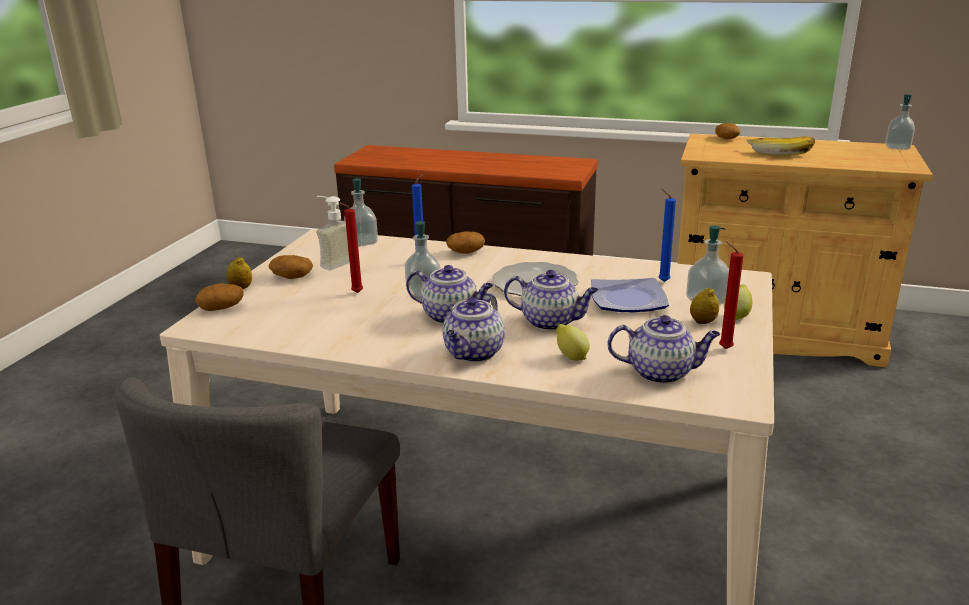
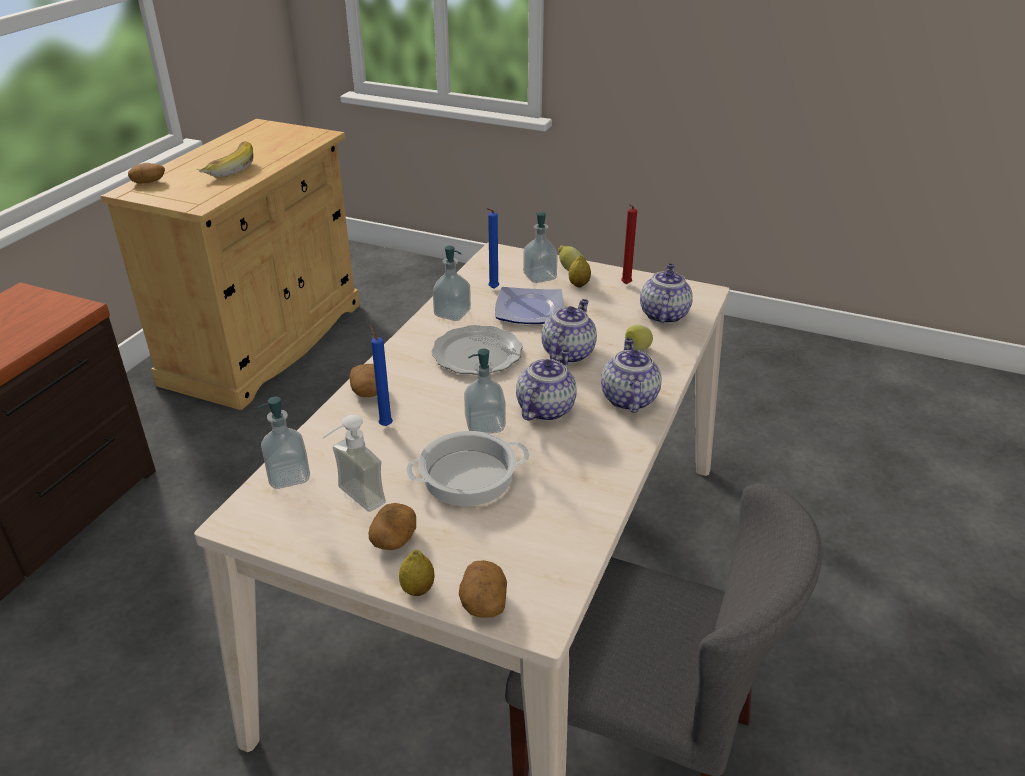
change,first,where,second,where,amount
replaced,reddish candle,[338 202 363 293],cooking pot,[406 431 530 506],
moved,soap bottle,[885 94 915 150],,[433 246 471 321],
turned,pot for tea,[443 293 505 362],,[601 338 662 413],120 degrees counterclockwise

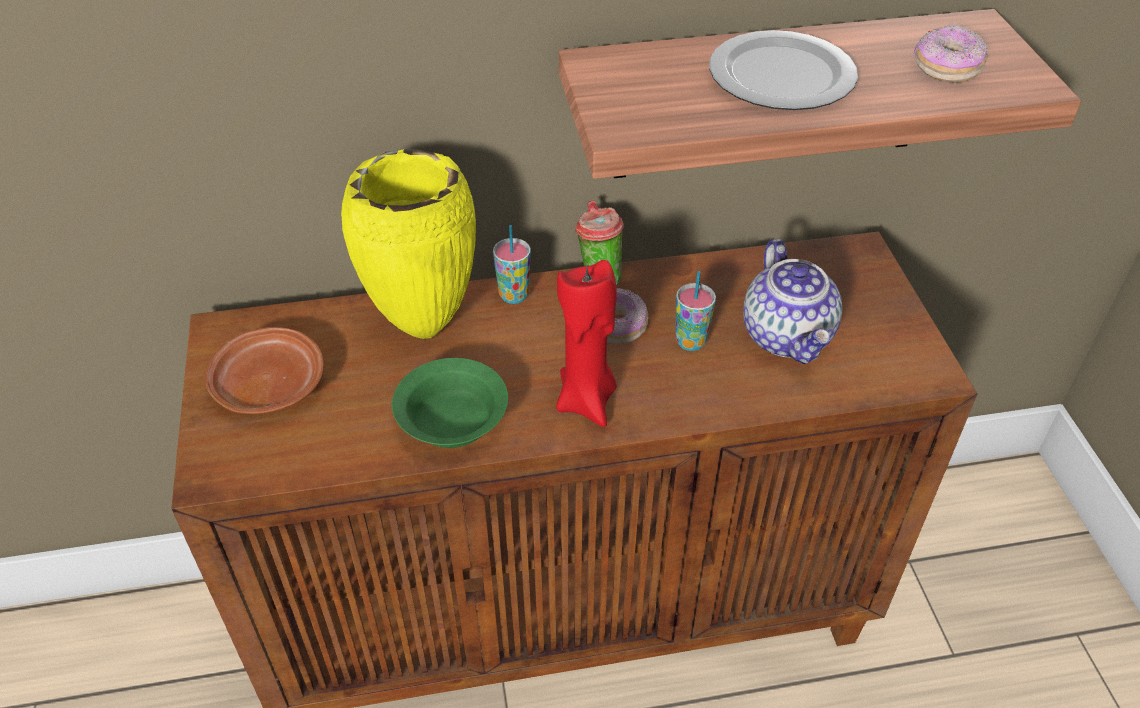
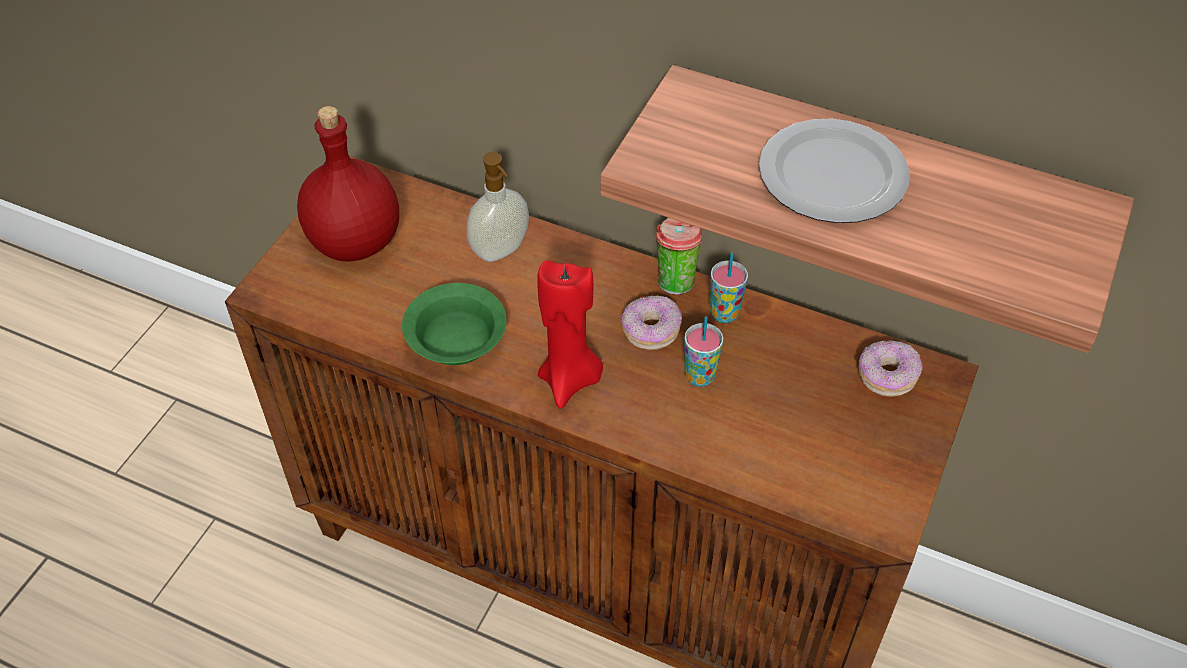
change,first,where,second,where,amount
replaced,brownish plate,[205 327 324 414],reddish bottle,[297 106 399 261],
replaced,yellow-coloured decorative vase,[341 149 476 339],soap bottle,[467 152 529 262],
moved,small cup,[493 225 531 304],,[710 252 748 323],
moved,donut,[913 25 988 83],,[859 340 923 397],
removed,pot for tea,[743 239 842 364],,,

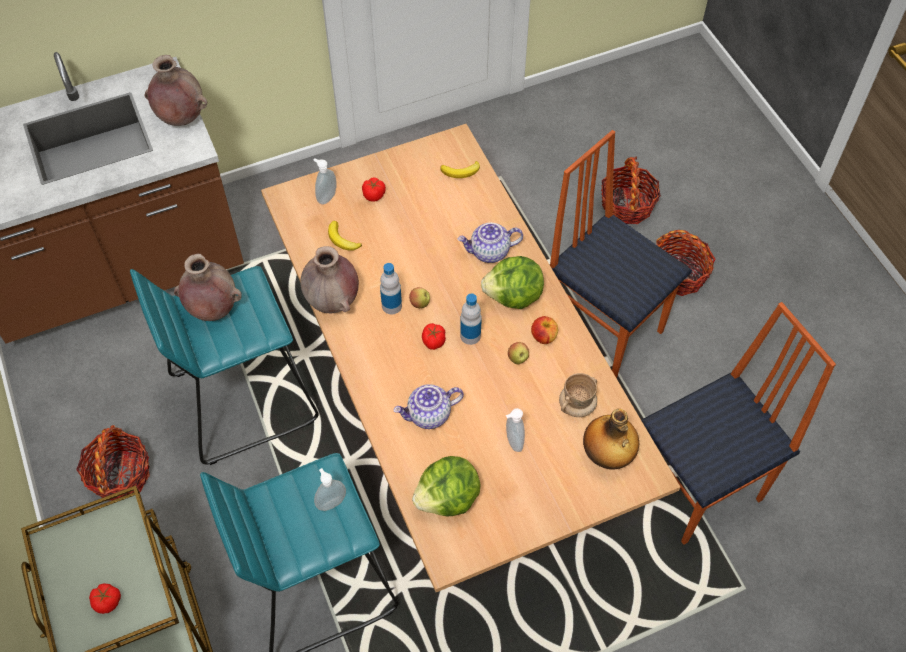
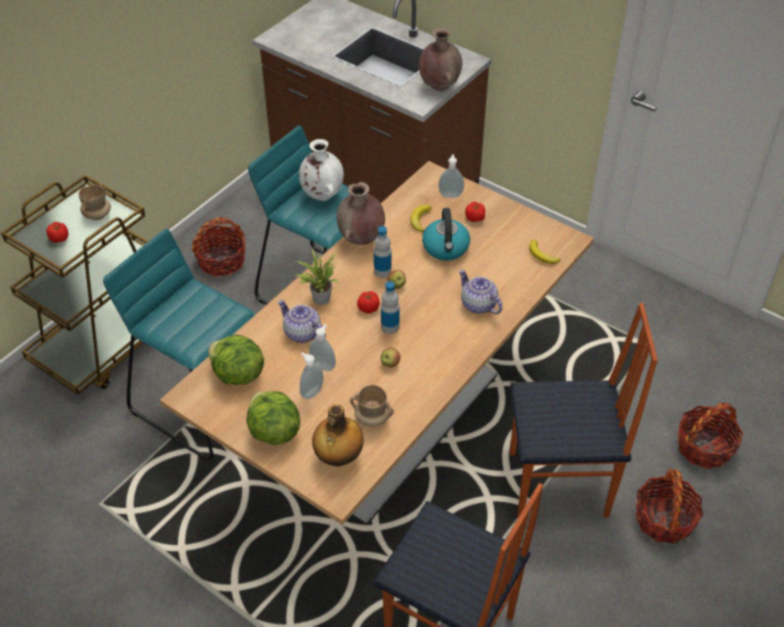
change,first,where,second,where,amount
added,,,beige coffee mug,[79 184 111 220],
moved,head of lettuce,[481 256 544 309],,[246 391 300 445],
added,,,potted plant,[295 250 339 305],
recoloured,brownish decorative vase,[174 254 242 321],white decorative vase,[299 139 344 201],
moved,soap bottle,[314 468 346 511],,[309 325 336 371],
added,,,tea kettle,[422 208 470 261],
turned,plain chair,[550 130 692 378],,[510 303 658 518],75 degrees clockwise
removed,apple fruit,[531 316 558 344],,,

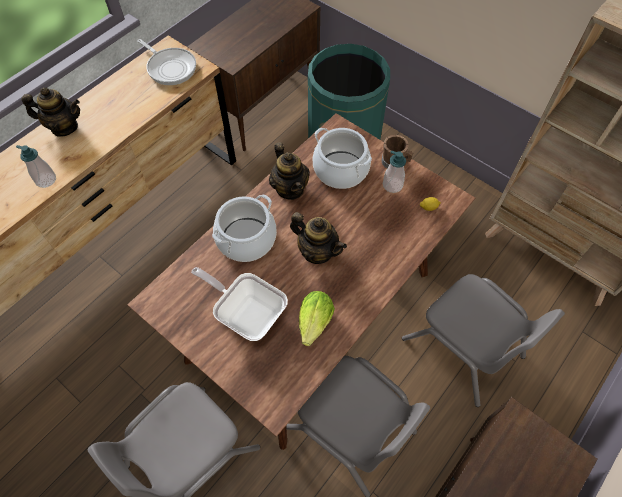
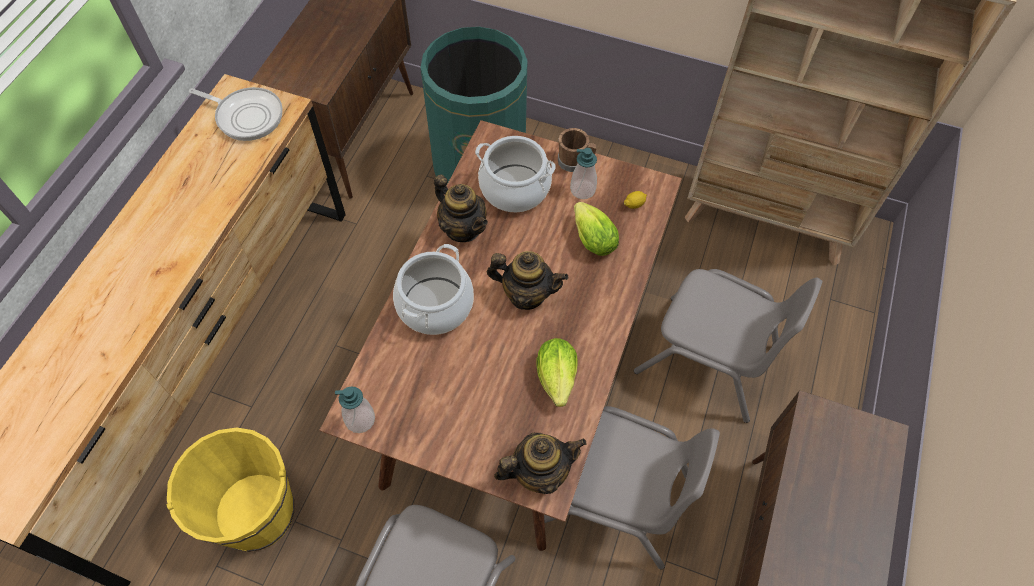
change,first,where,second,where,amount
added,,,yellow-coloured bucket,[167 428 294 552],
moved,soap bottle,[16 145 56 188],,[335 386 375 433],
moved,pot for tea,[22 87 80 137],,[494 433 586 494],
added,,,head of lettuce,[574 202 619 256],
removed,skillet,[191 267 288 341],,,

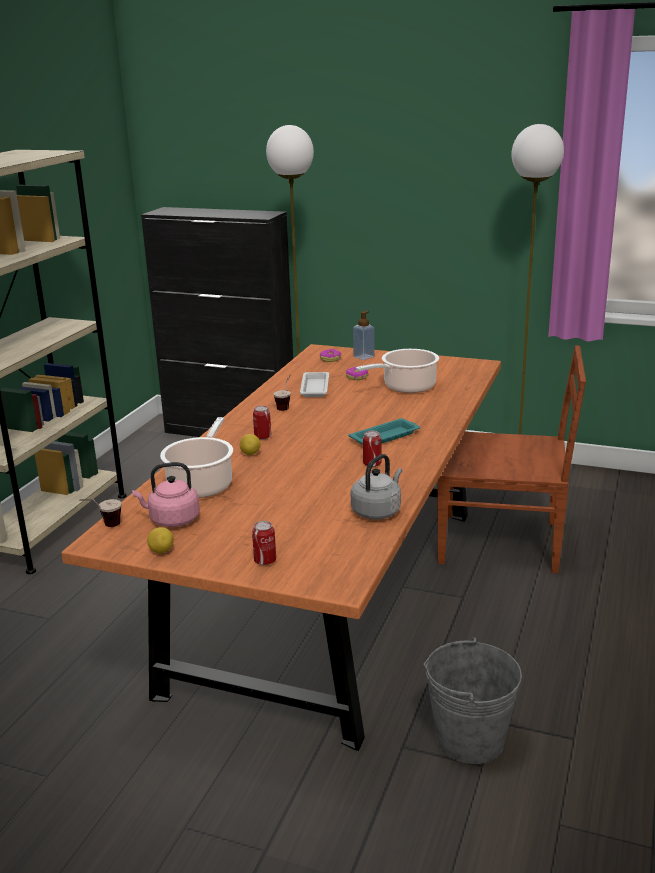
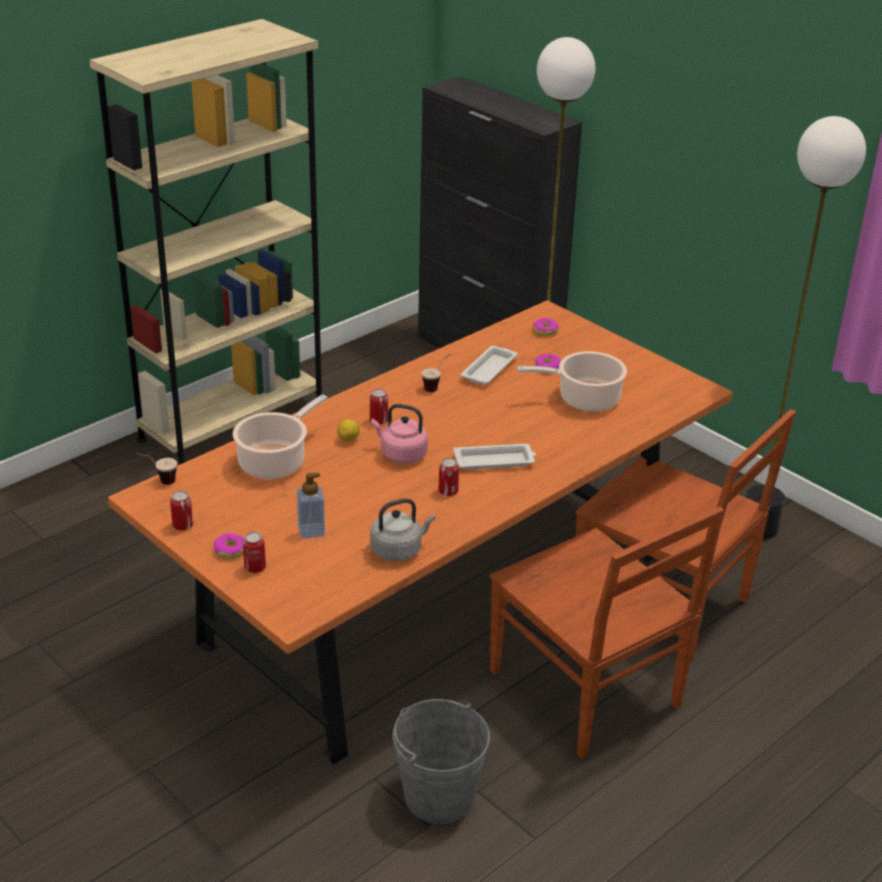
change,first,where,second,where,amount
replaced,whole lemon,[147 527 174 553],metal can,[170 491 193 531],
added,,,donut,[214 533 244 559],
moved,soap bottle,[353 311 375 360],,[297 473 325 539],
moved,pink tea kettle,[132 462 200 527],,[371 404 428 464],
recoloured,turquoise-coloured carrying tray,[348 418 420 445],white carrying tray,[453 444 536 470],
added,,,brownish plain chair,[490 507 724 759],

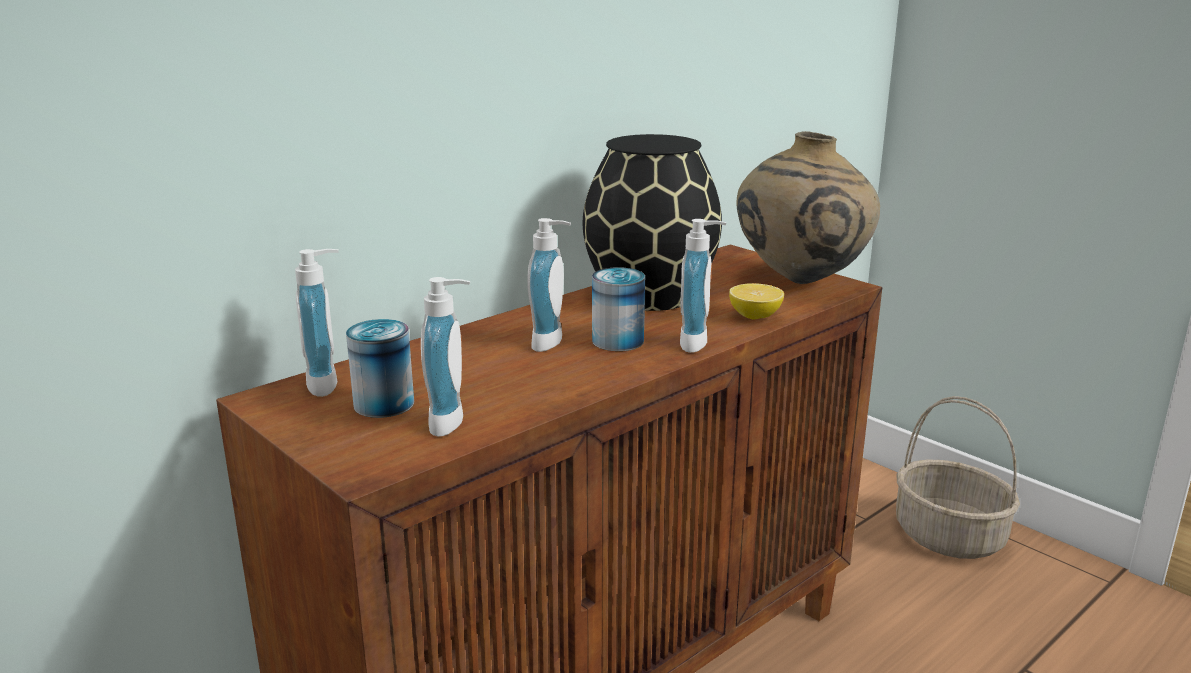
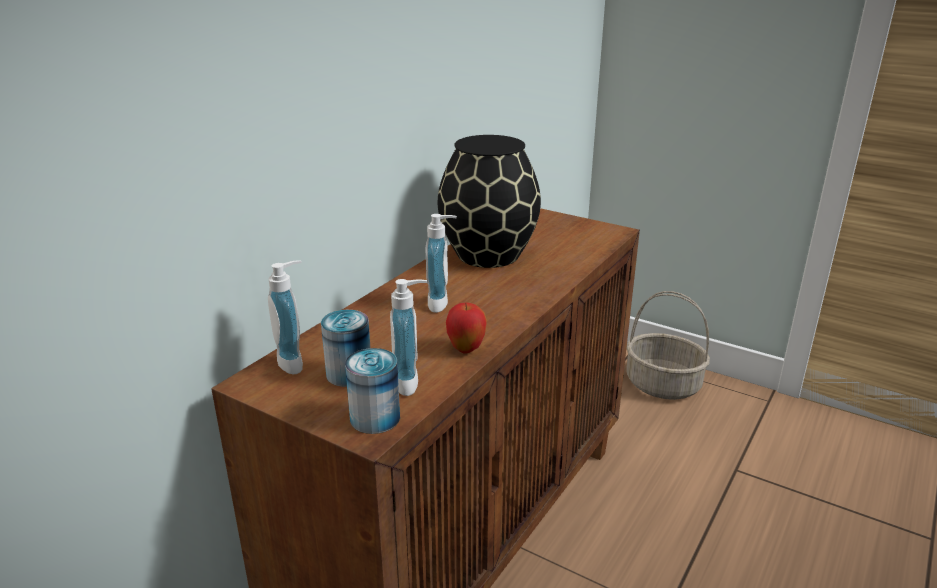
change,first,where,second,where,amount
moved,metal can,[592 267 645 351],,[345 348 400 434],
added,,,apple fruit,[446 303 487 353],
removed,soap bottle,[680 219 726 353],,,
removed,whole lemon,[729 283 784 319],,,
removed,beige decorative vase,[736 131 880 284],,,

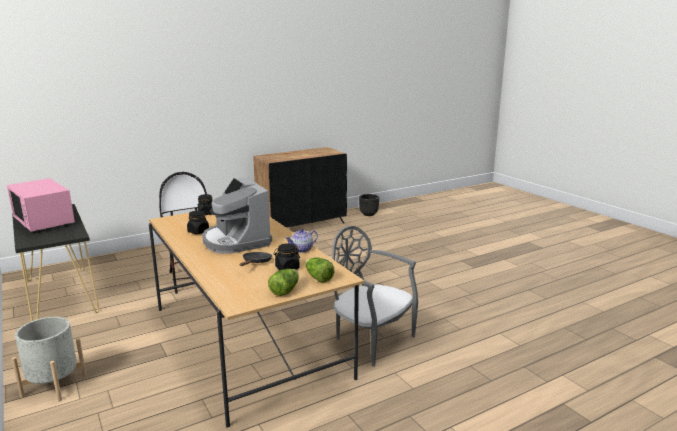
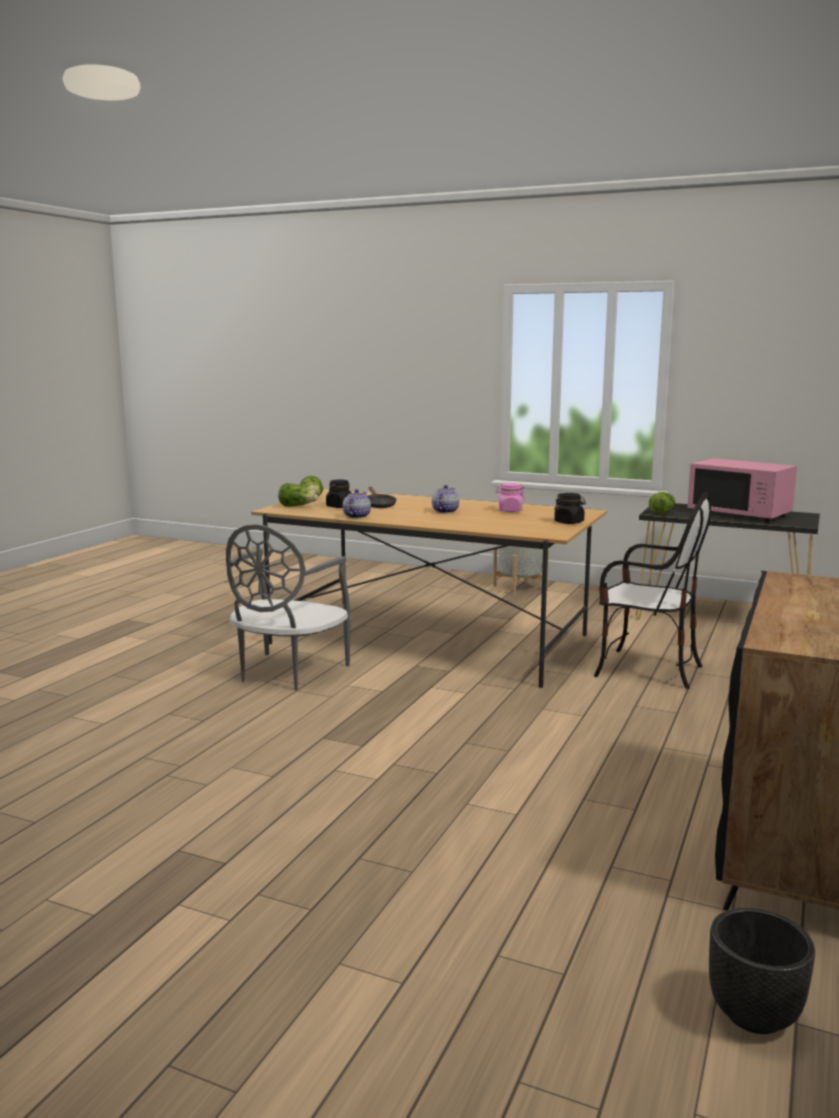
change,first,where,second,where,amount
turned,gray plain chair,[332 226 418 367],,[226 525 351 690],105 degrees clockwise
replaced,coffee brewer,[202 178 272 254],pot for tea,[432 485 459 513],
recoloured,black-coloured jar,[187 211 209 234],pink jar,[495 483 525 512],
added,,,head of lettuce,[649 492 675 515],
turned,pink microwave oven,[7 178 75 233],,[687 458 797 522],150 degrees counterclockwise

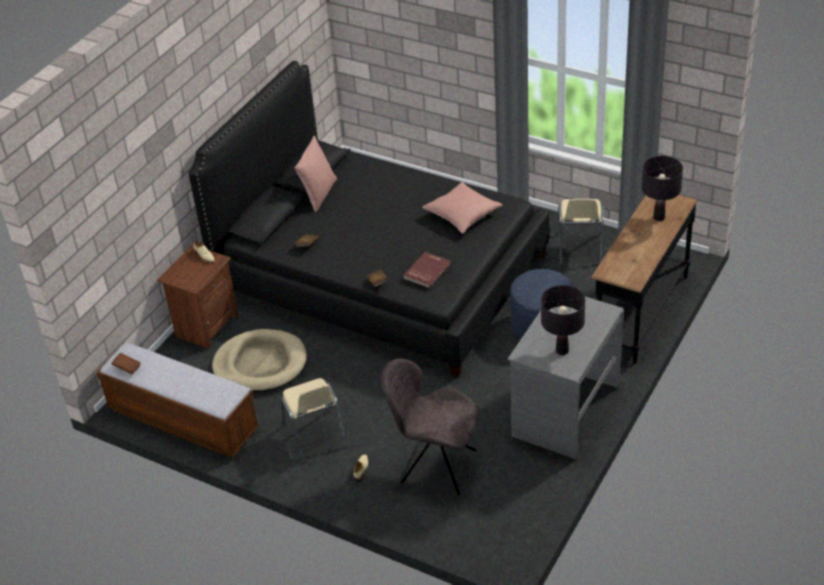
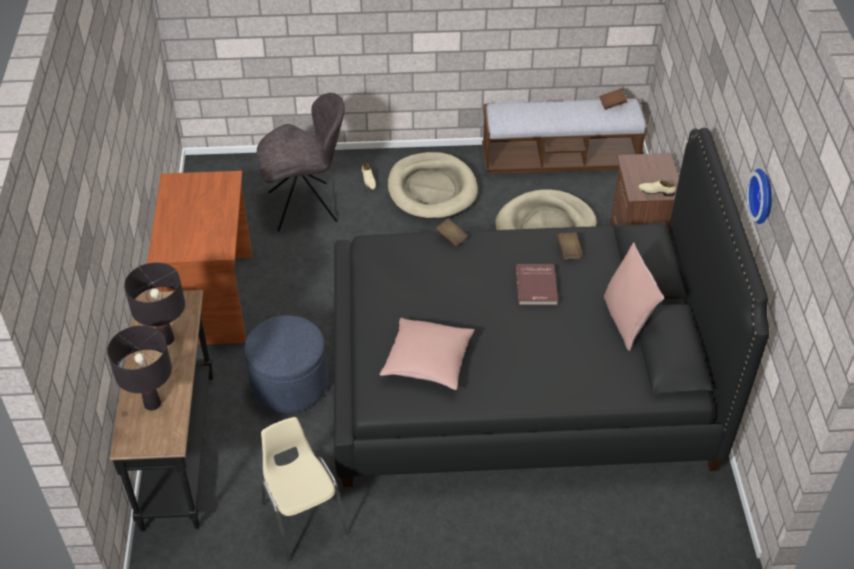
change,first,where,second,where,amount
moved,black-coloured tabletop lamp,[541 285 585 355],,[124 263 185 345],
recoloured,gray desk,[508 297 624 459],brownish desk,[146 171 252 345],
replaced,beige plain chair,[281 378 347 463],beige pet bed,[388 152 478 219],
moved,reddish book,[403 252 451 288],,[516 264 558 305],
added,,,wall clock,[746 169 772 224],

